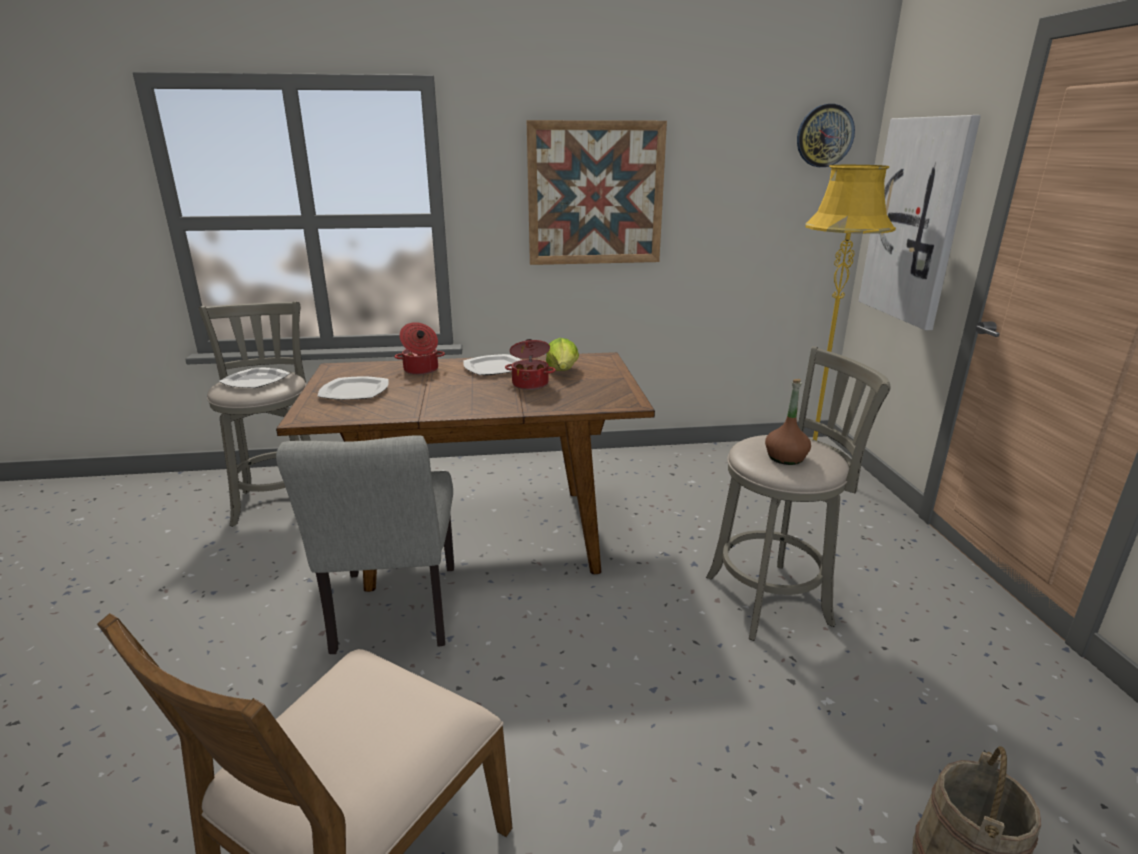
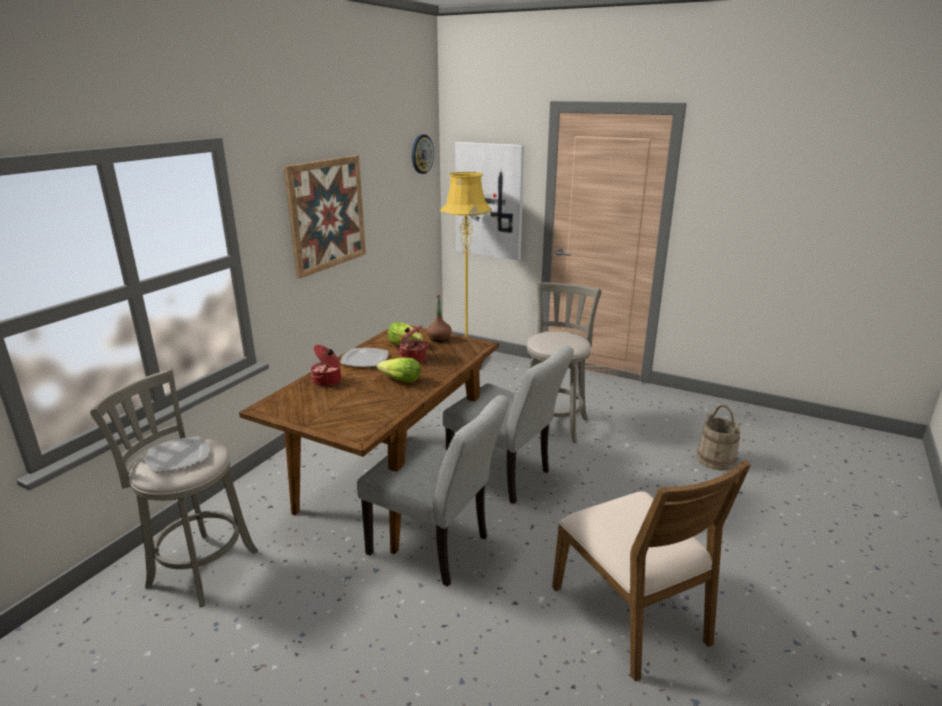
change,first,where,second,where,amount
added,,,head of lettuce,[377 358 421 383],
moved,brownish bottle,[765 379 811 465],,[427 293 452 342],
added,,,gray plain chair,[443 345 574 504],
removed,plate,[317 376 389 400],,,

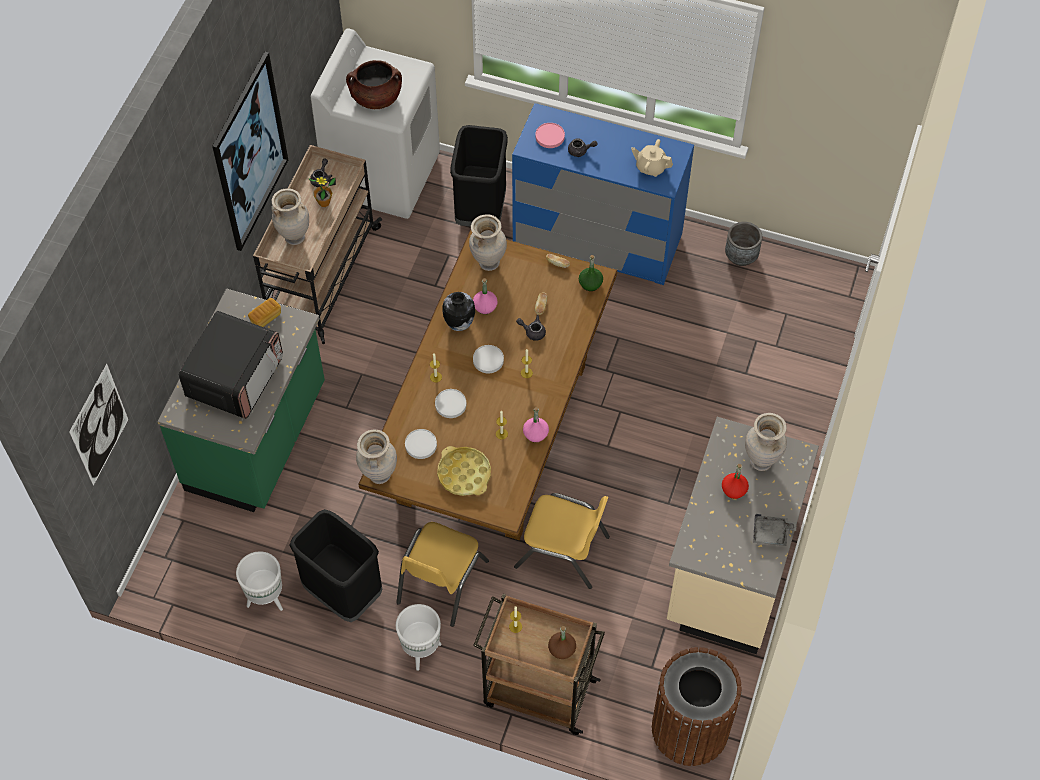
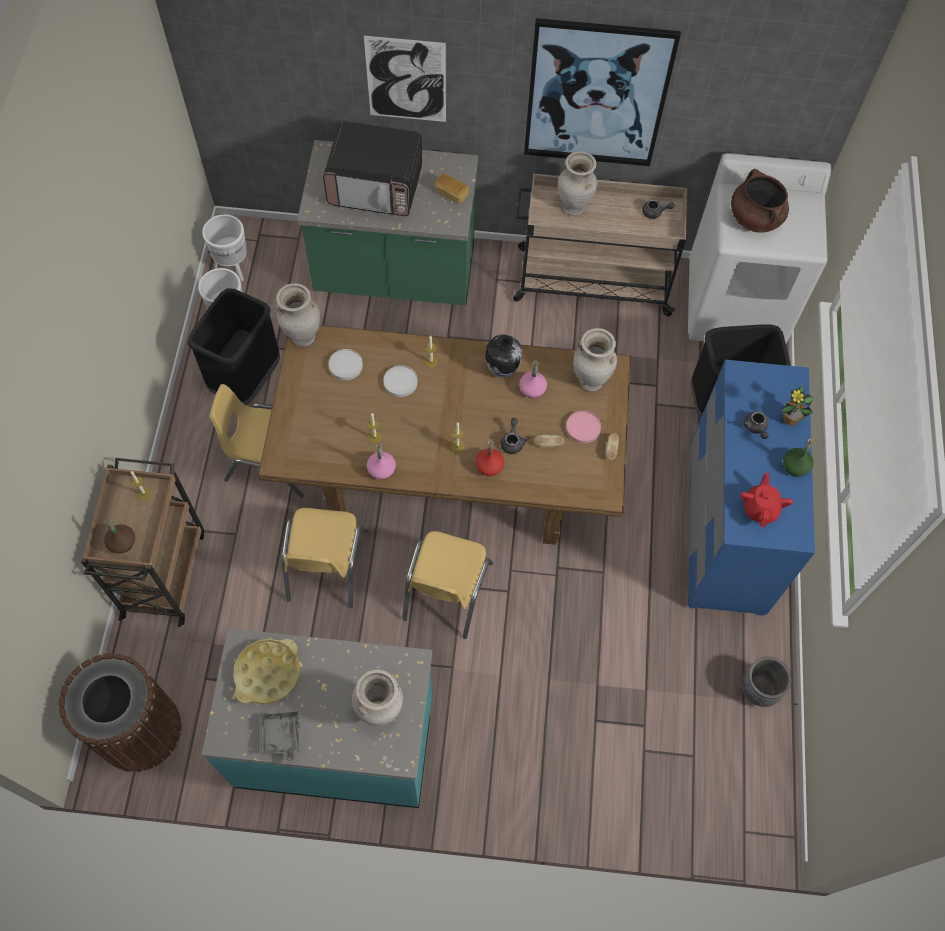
change,first,where,second,where,amount
recoloured,beige counter,[667 417 819 654],turquoise-coloured counter,[201 628 432 808],
moved,white plant pot,[396 604 442 671],,[202 214 247 281],
moved,yellow-coloured carrying tray,[437 446 491 496],,[233 639 300 704],
moved,wall art,[69 364 128 486],,[364 36 446 122],
added,,,yellow-coloured plain chair,[402 531 493 639],
moved,reddish bottle,[722 464 749 499],,[475 439 504 476],
moved,pink plate,[536 123 565 148],,[566 411 601 443],
recoloured,beige pot for tea,[631 139 673 177],reddish pot for tea,[740 472 793 527],
moved,potted plant,[308 176 336 207],,[782 385 814 425],
moved,greenish bottle,[579 255 603 291],,[783 438 814 477],
removed,white plate,[473 345 504 373],,,

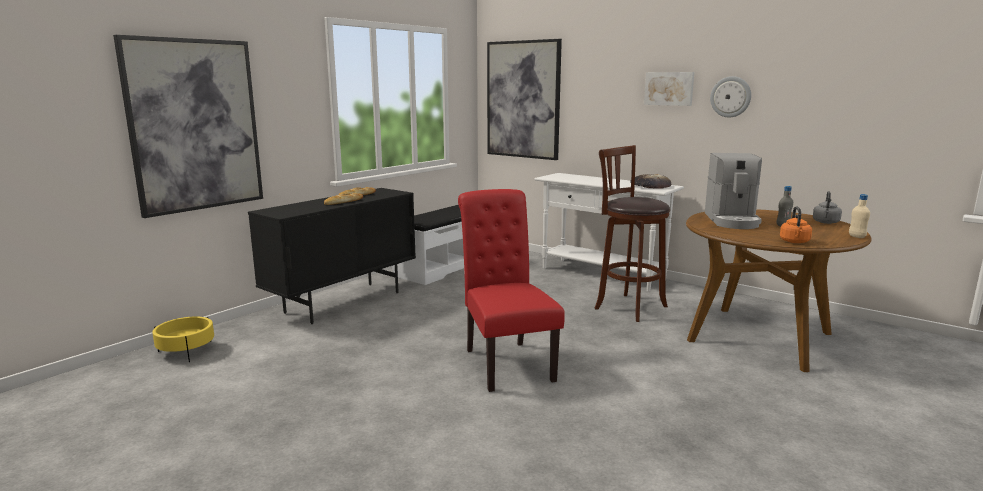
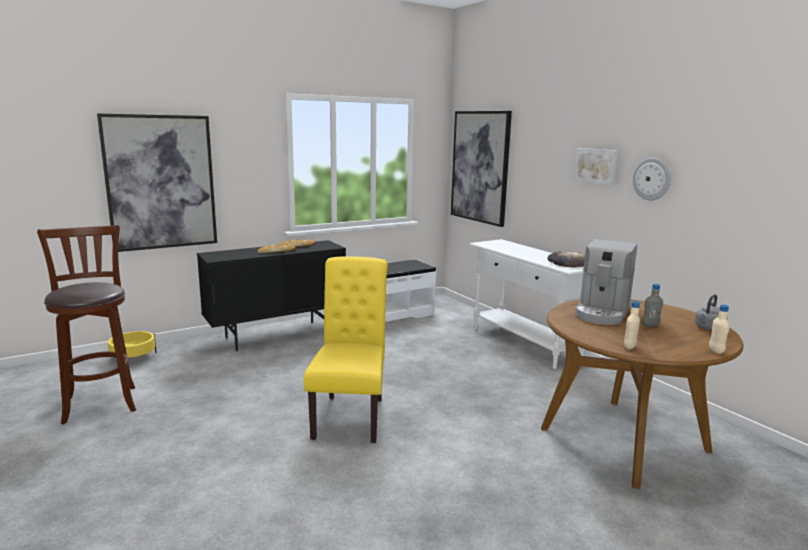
change,first,where,second,where,amount
moved,brownish stool seat,[594 145 670 322],,[37 225 136 424],
recoloured,reddish plain chair,[458 189 565 392],yellow-coloured plain chair,[304 256 388 443],
replaced,orange tea kettle,[780 206 812 243],beige bottle,[624 301 640 350],

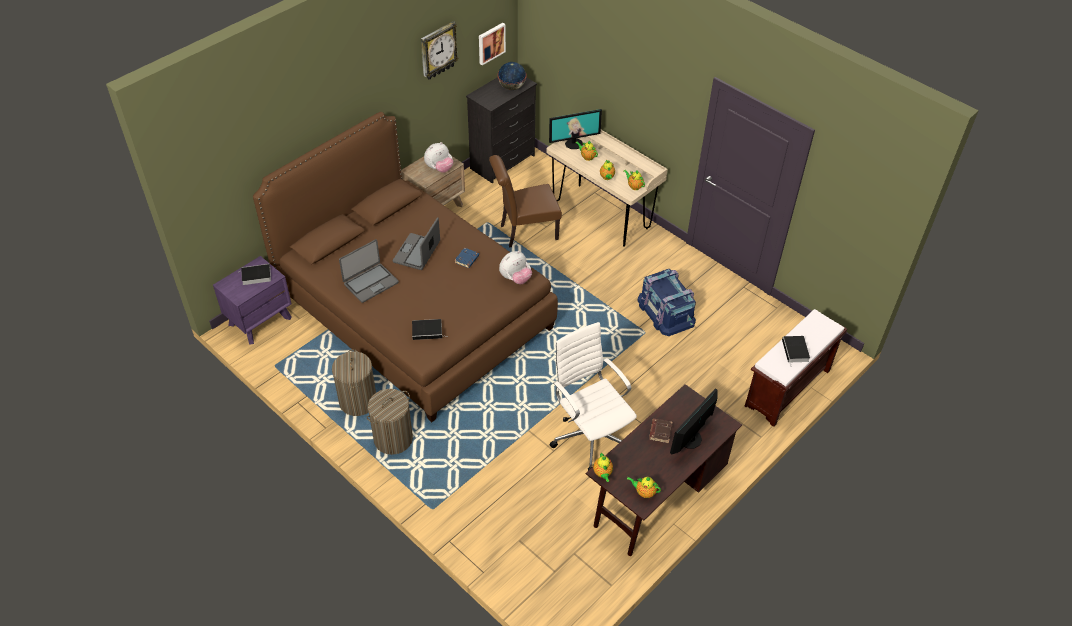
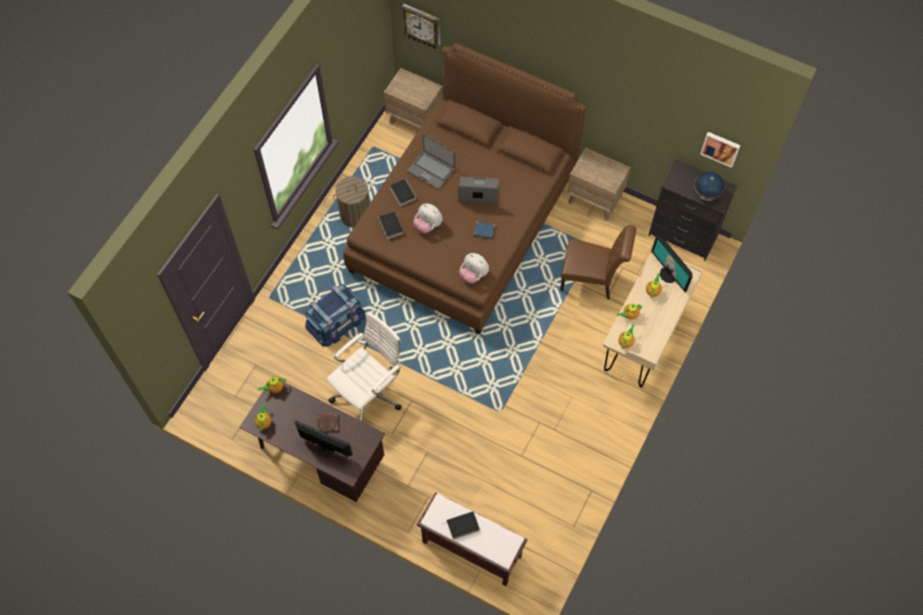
change,first,where,second,where,amount
moved,bluish storage box,[638 269 696 336],,[305 284 365 346],
recoloured,purple-coloured bedside table,[213 256 292 345],brownish bedside table,[384 68 443 128],
moved,book,[239 264 271 285],,[390 179 417 206],
moved,wall clock,[421 21 459 80],,[402 4 441 49],
moved,soft toy,[424 142 453 173],,[413 204 443 233],
turned,brownish plain chair,[489 155 562 248],,[560 225 636 300],135 degrees clockwise
removed,washing basket,[367 389 413 455],,,

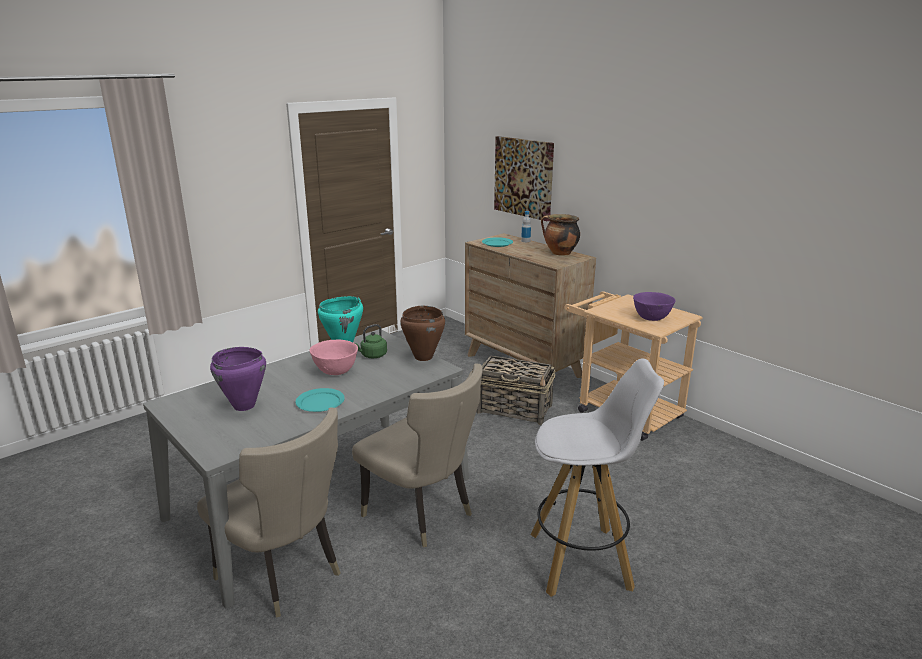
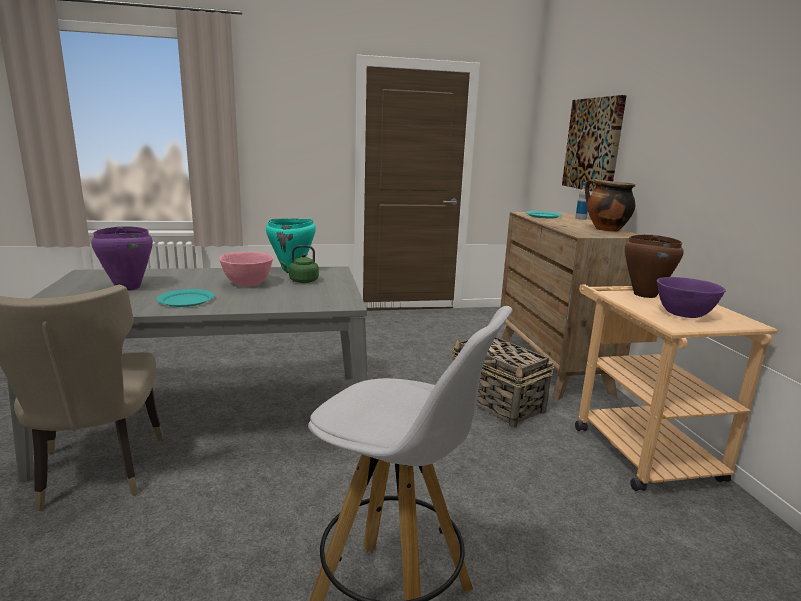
change,first,where,second,where,amount
moved,brownish cooking pot,[400 306 445 361],,[625 235 684 298],
removed,beige plain chair,[352 363 483 547],,,

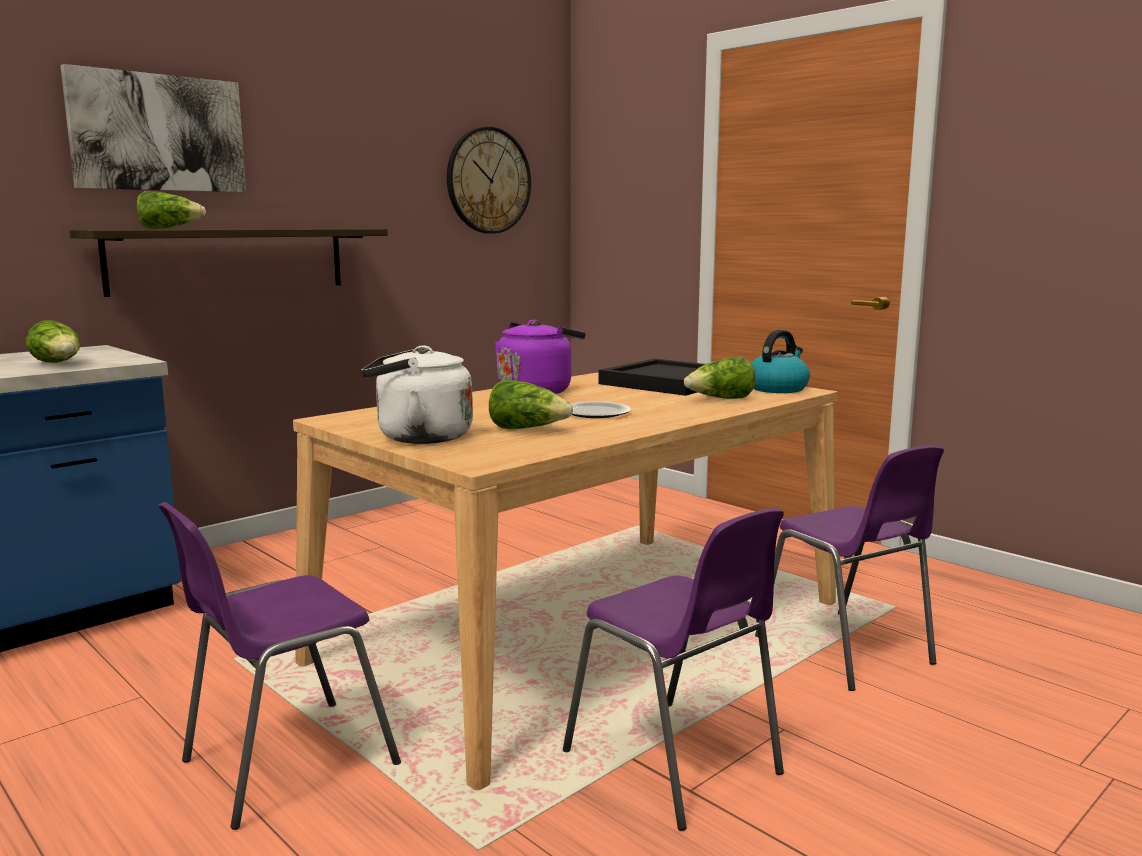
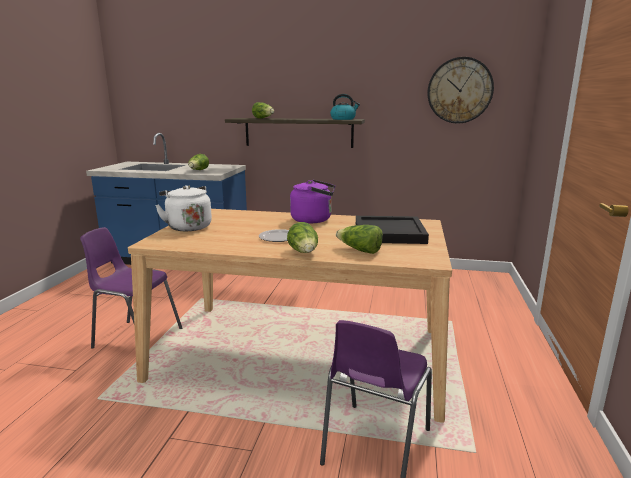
change,first,where,second,where,amount
moved,head of lettuce,[489 379 573 429],,[287 222 318 253],
moved,tea kettle,[751 330 810 393],,[330 94 360 120],
removed,wall art,[60 64 246 192],,,
removed,purple-coloured plain chair,[563 508 784 831],,,

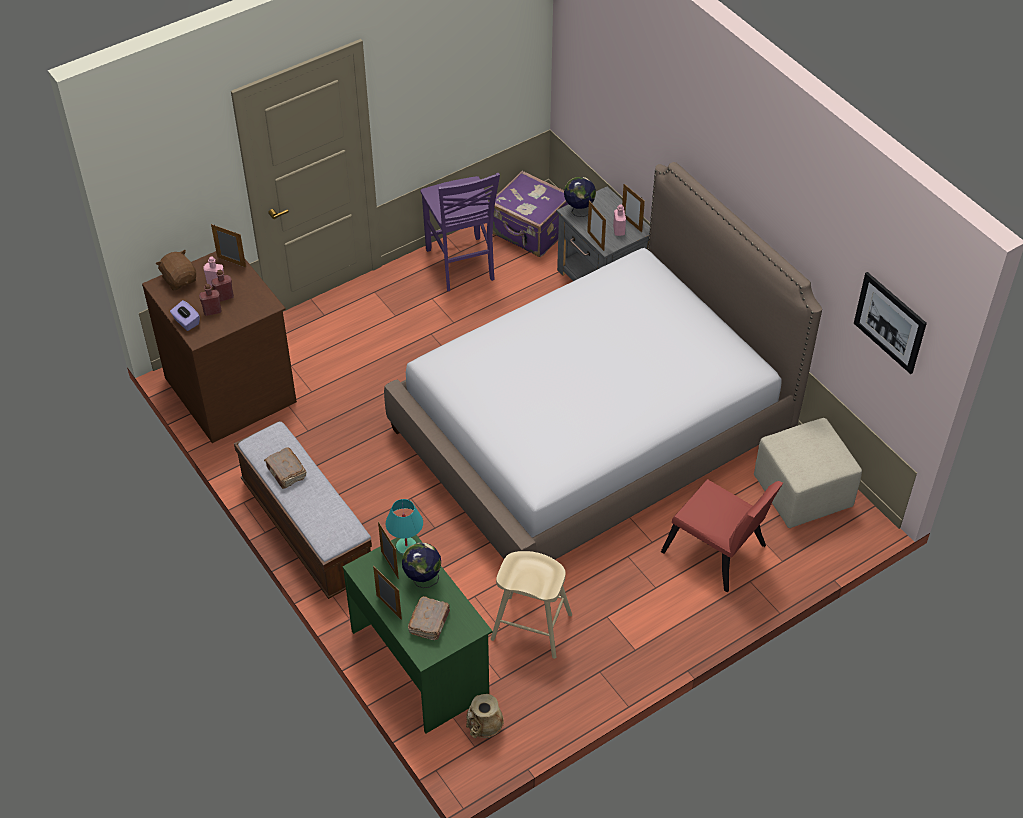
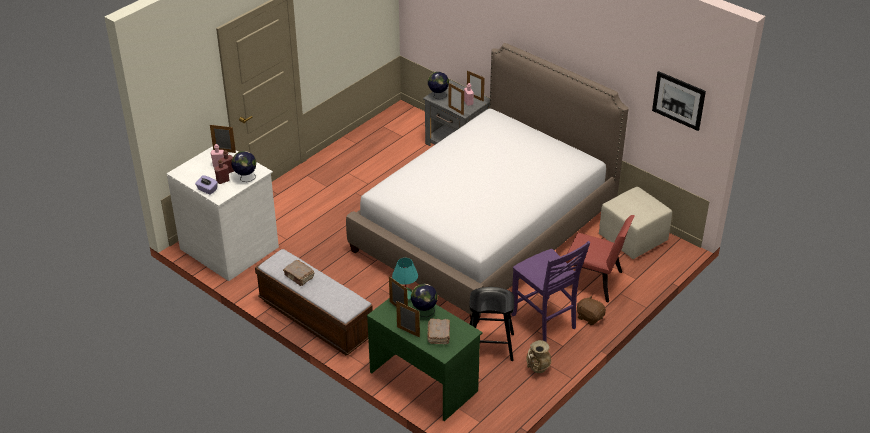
change,first,where,second,where,amount
recoloured,brownish drawer chest,[142 251 297 443],white drawer chest,[167 146 279 281],
added,,,globe,[232 151 256 182],
recoloured,beige stool seat,[491 551 572 659],black-coloured stool seat,[469 287 514 361],
moved,purple-coloured plain chair,[420 173 500 291],,[511 241 590 342],
moved,beige decorative vase,[466 694 504 738],,[526 340 551 373],
moved,brownish soft toy,[156 250 196 291],,[577 296 606 325],
removed,purple-coloured suitcase,[493 171 568 257],,,

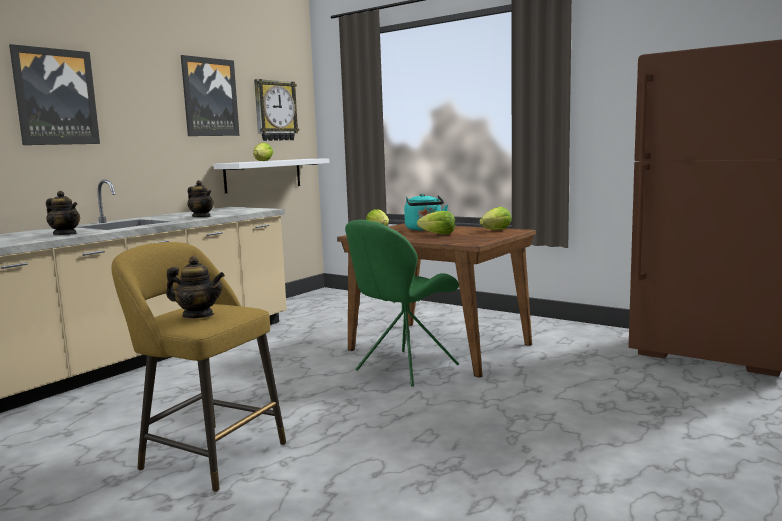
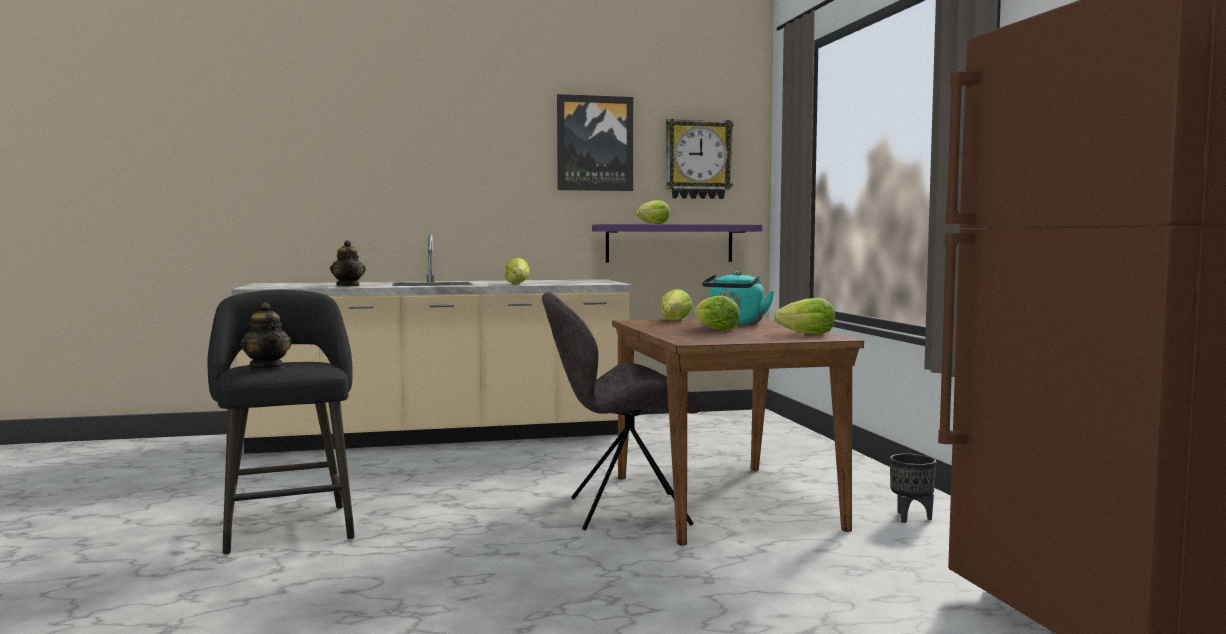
change,first,where,second,where,amount
recoloured,yellow-coloured stool seat,[111 242 286 492],black-coloured stool seat,[208 290 355 555],
replaced,pot for tea,[187 180 214 217],head of lettuce,[505 258 530 284],
recoloured,greenish plain chair,[345 220 459 387],gray plain chair,[542 292 702 531],
recoloured,white shelf,[213 158 329 193],purple-coloured shelf,[592 224 762 263],
added,,,black-coloured plant pot,[890 454 936 523],
removed,wall art,[9 44 100 145],,,

